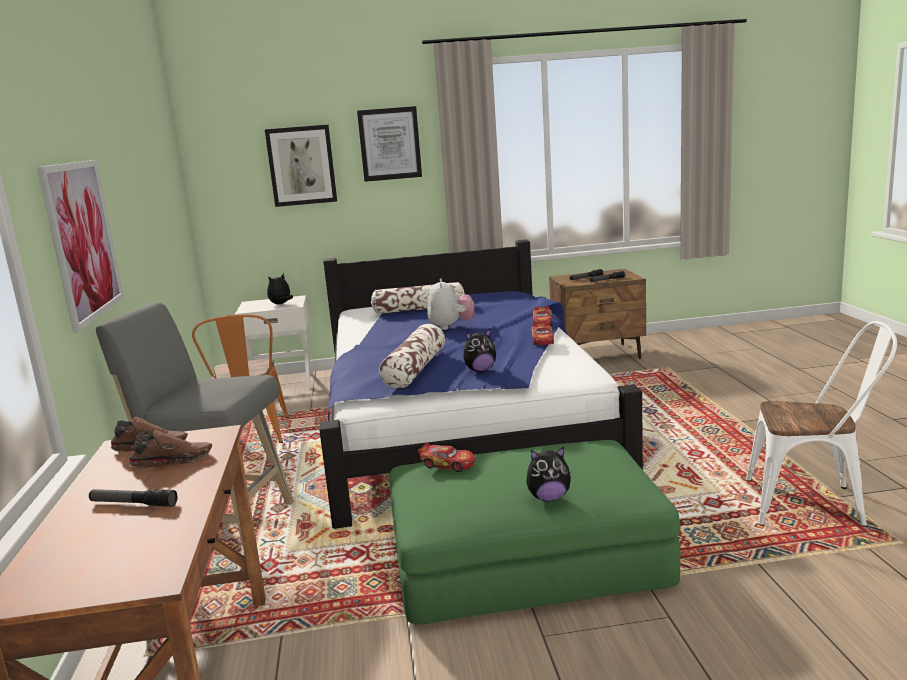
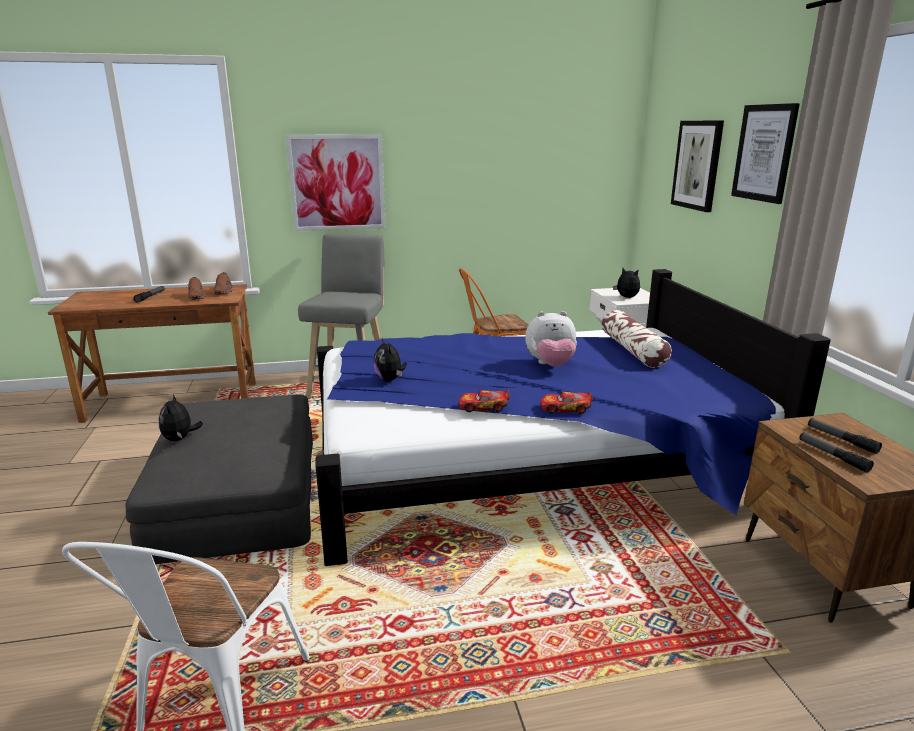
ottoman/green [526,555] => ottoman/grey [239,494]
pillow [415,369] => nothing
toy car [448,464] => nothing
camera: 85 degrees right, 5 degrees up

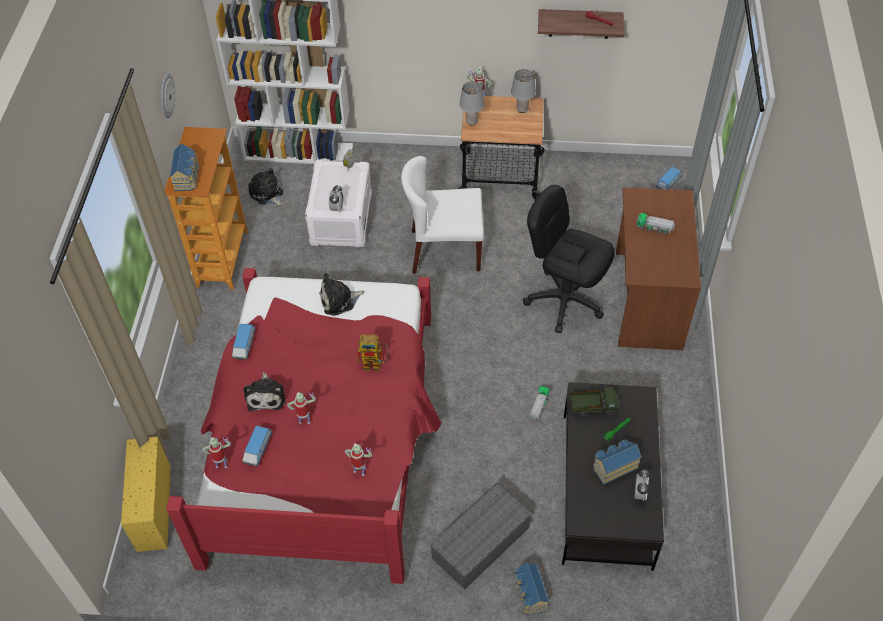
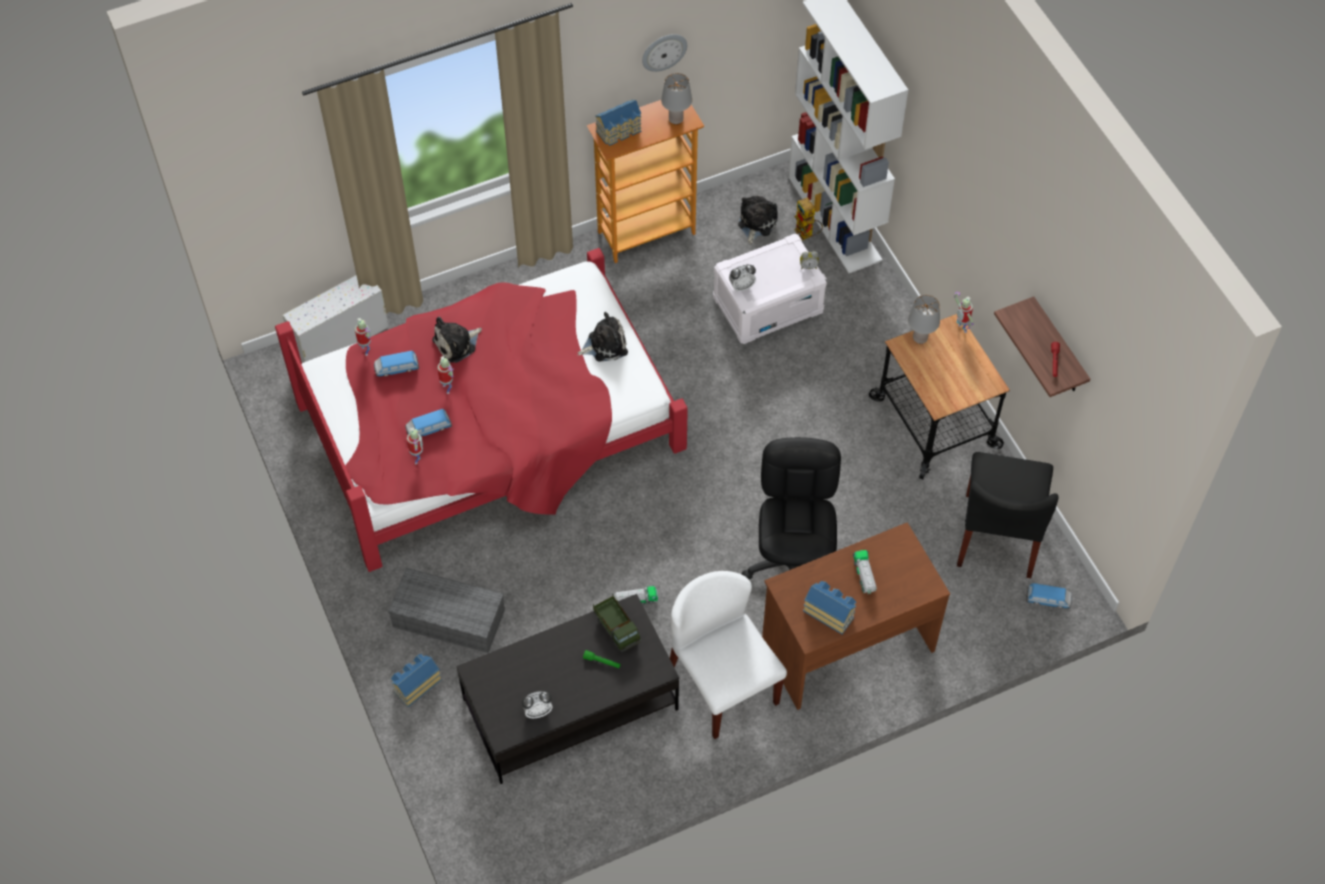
storage box/yellow [154,509] => storage box/white [339,340]
toy car [244,345] => toy car [428,428], shifted
plush toy [339,300] => plush toy [605,345], 120 degrees clockwise
table lamp/grey [521,109] => table lamp/grey [675,119], shifted
chair/white [444,250] => chair/white [722,685], shifted
toy robot [376,364] => toy robot [806,235], shifted
toy house [614,466] => toy house [829,612], shifted
nothing => chair/black [998,536]
camera: 60 degrees right, 5 degrees up

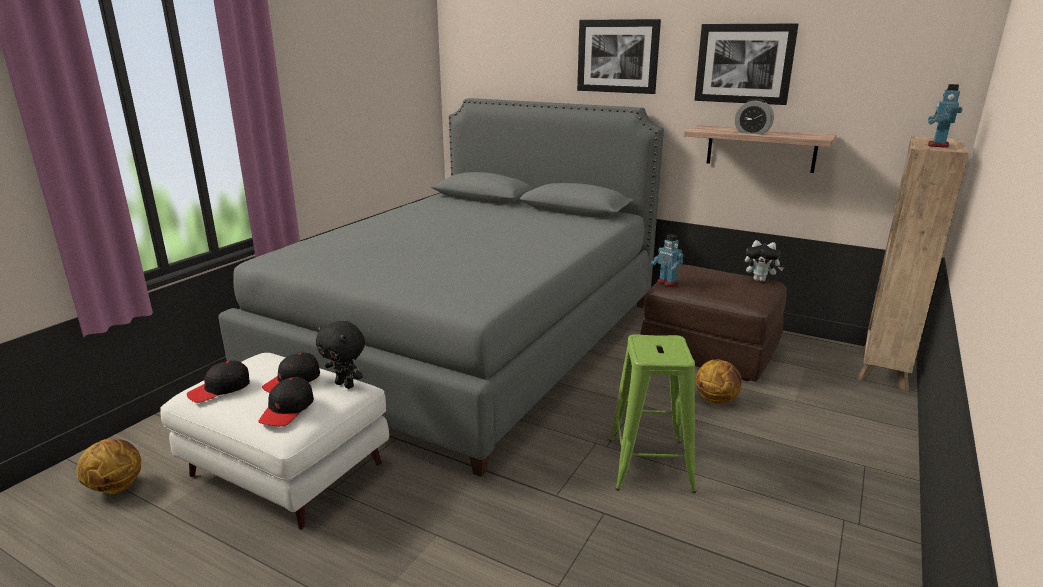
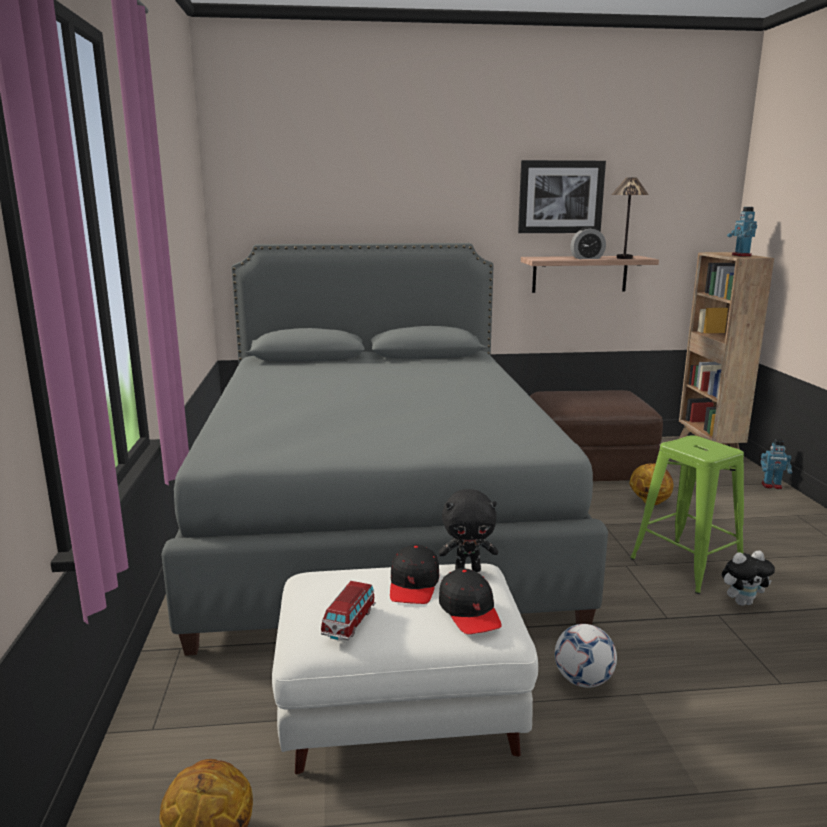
cap/black [220,389] => toy car [349,623]
nothing => football [583,680]
nothing => table lamp [624,258]
plush toy [760,280] => plush toy [742,602], shifted
toy robot [667,283] => toy robot [771,486], shifted
picture [617,56] => nothing
camera: 35 degrees left, 5 degrees down

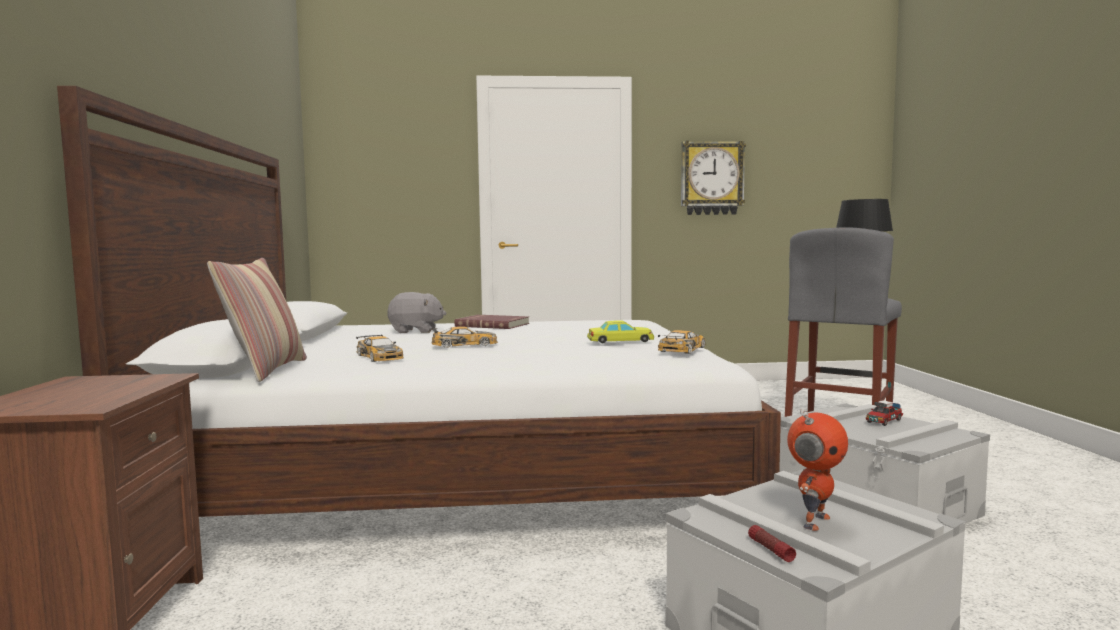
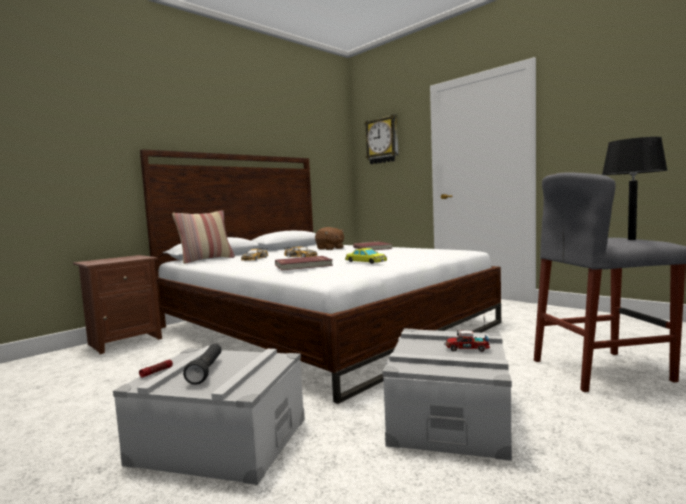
toy robot [814,521] => flashlight/black [206,371]
nothing => book/red [303,265]
plush toy/grey [415,331] => plush toy/brown [330,249]
wall clock [711,178] => wall clock [382,140], shifted
toy car [682,349] => nothing
camera: 50 degrees right, 0 degrees up

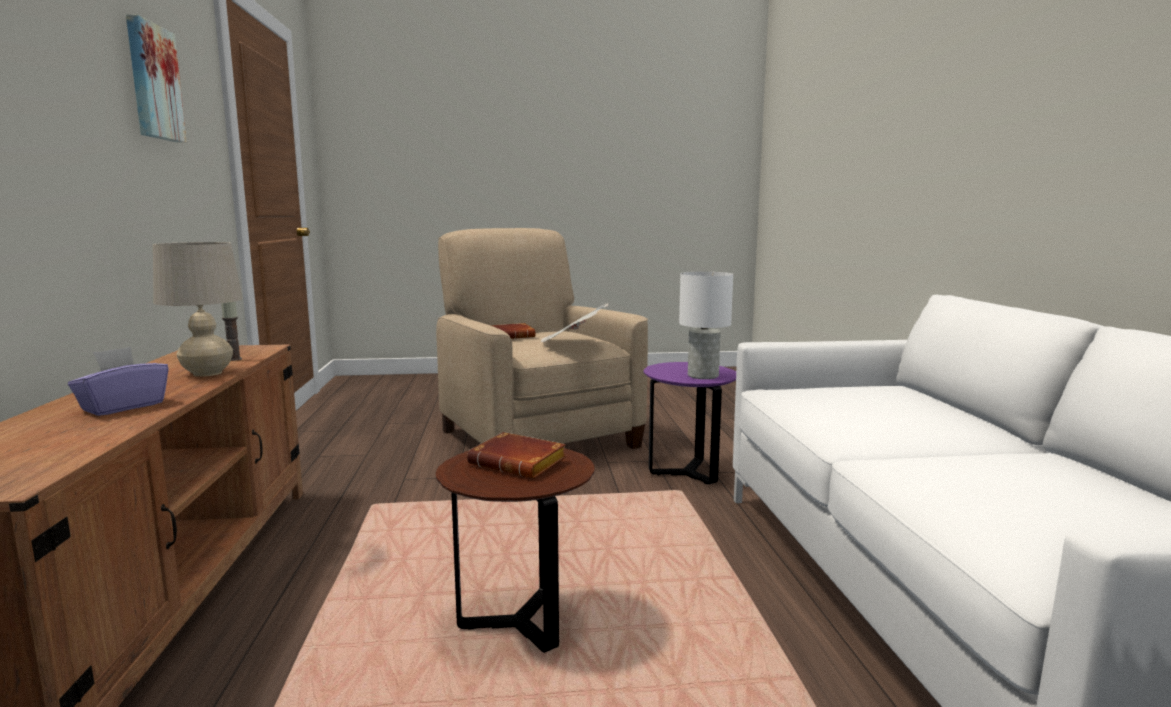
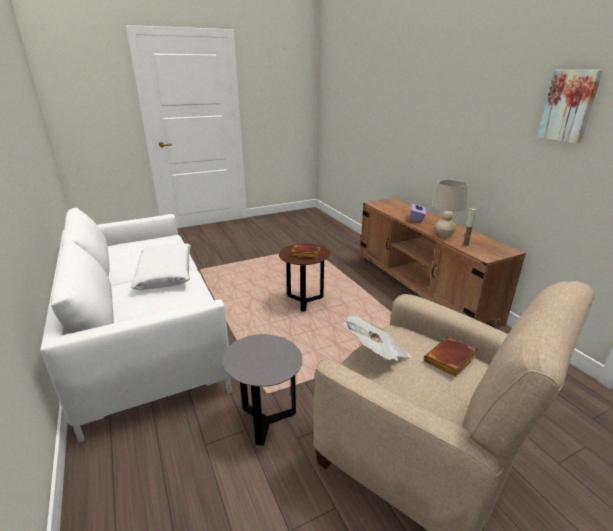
nothing => pillow/white [166,273]
side table/purple [687,473] => side table/grey [266,421]
table lamp/white [702,376] => nothing
camera: 160 degrees right, 15 degrees up

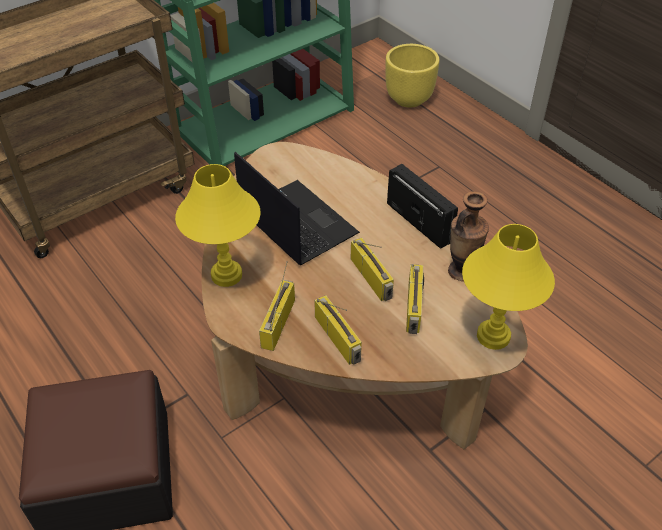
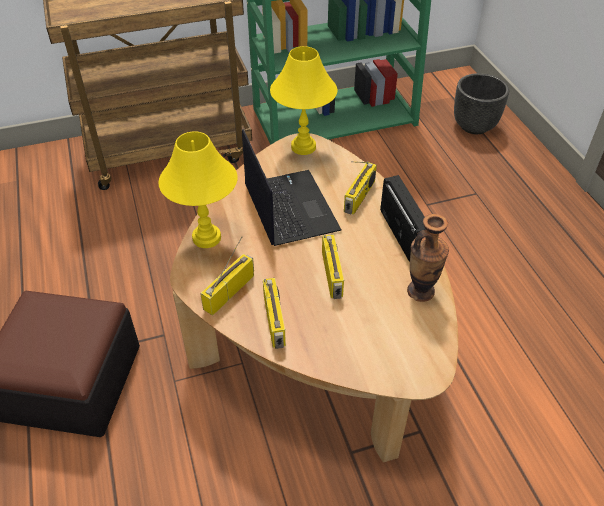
table lamp/yellow [492,336] => table lamp/yellow [303,147], shifted
radio [414,308] => radio [359,197], shifted
planter/yellow [409,99] => planter/black [475,126]
camera: 20 degrees right, 0 degrees up

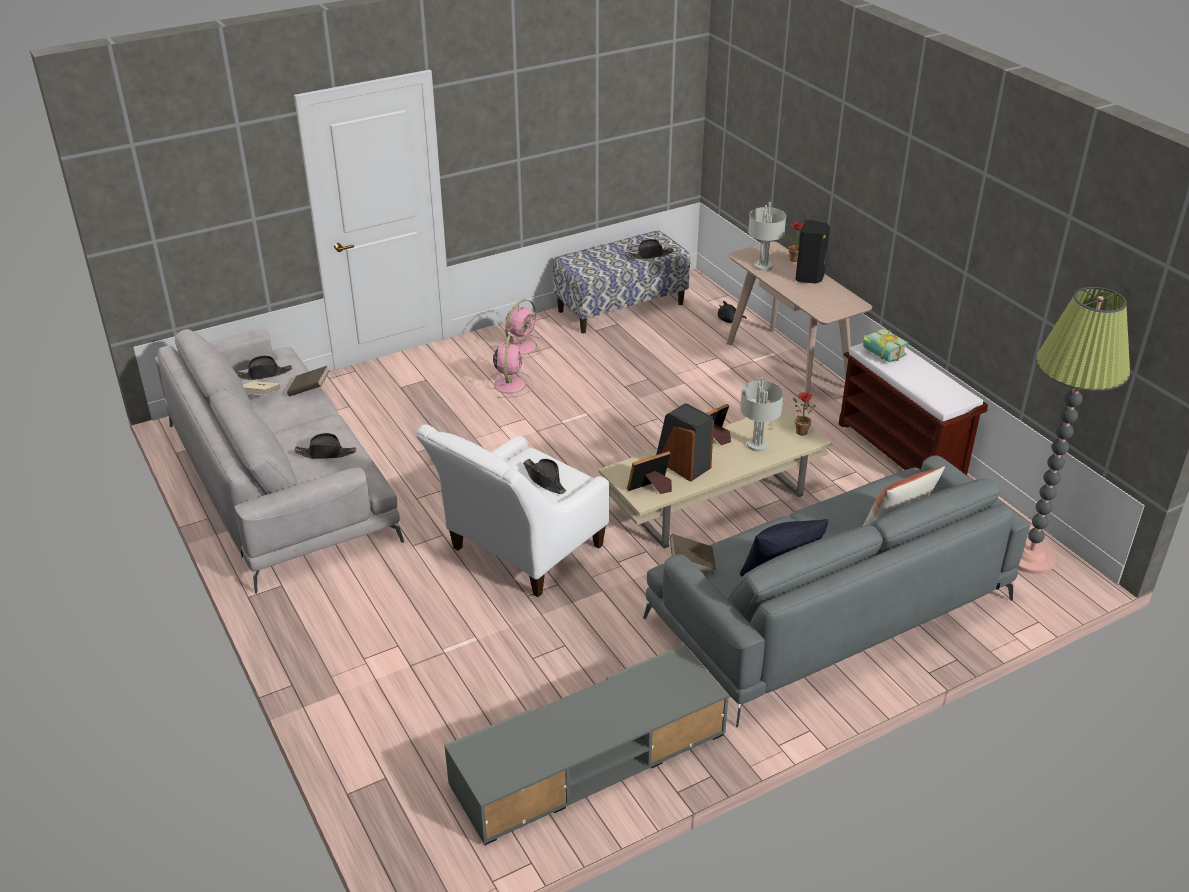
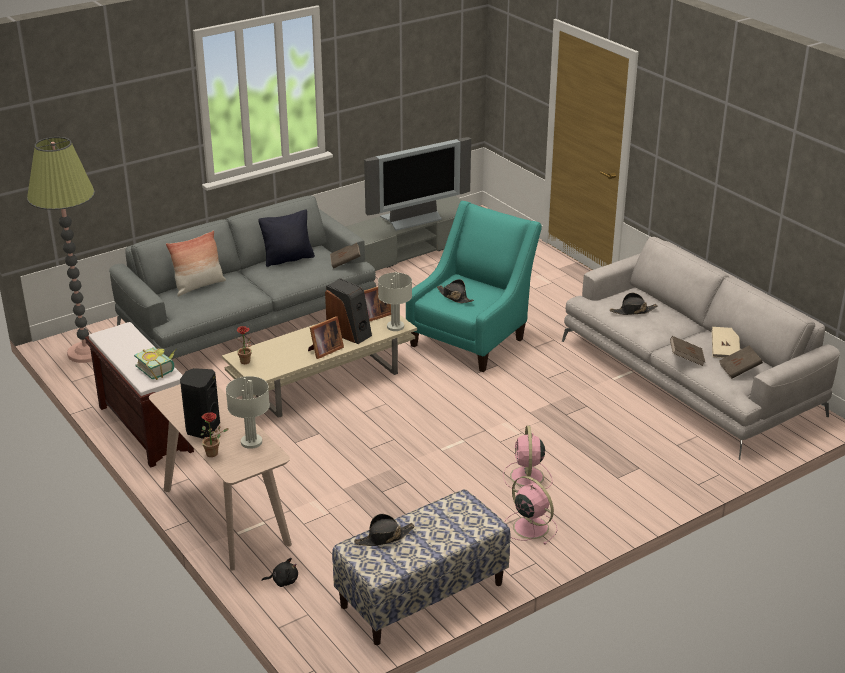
nothing => television [413,219]
table lamp/grey [758,445] => table lamp/grey [395,326], shifted
armchair/white [519,553] => armchair/turquoise [472,339]
fan/pink [522,346] => fan/pink [529,526], 105 degrees clockwise
hat/black [264,374] => book/brown [739,370]
camera: 175 degrees right, 5 degrees down

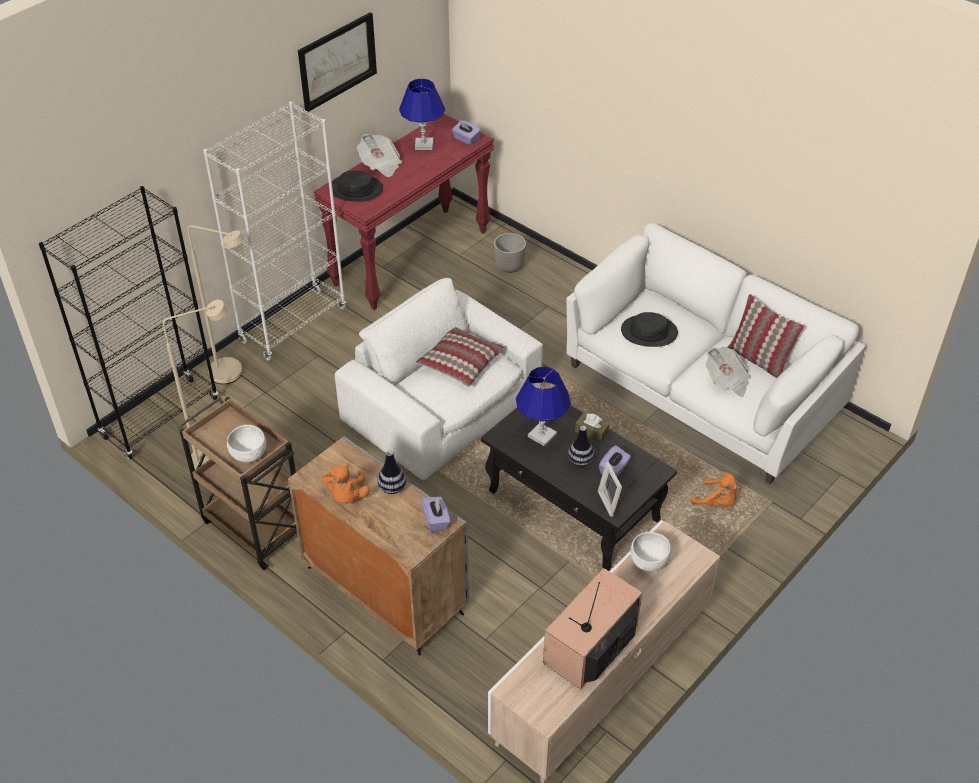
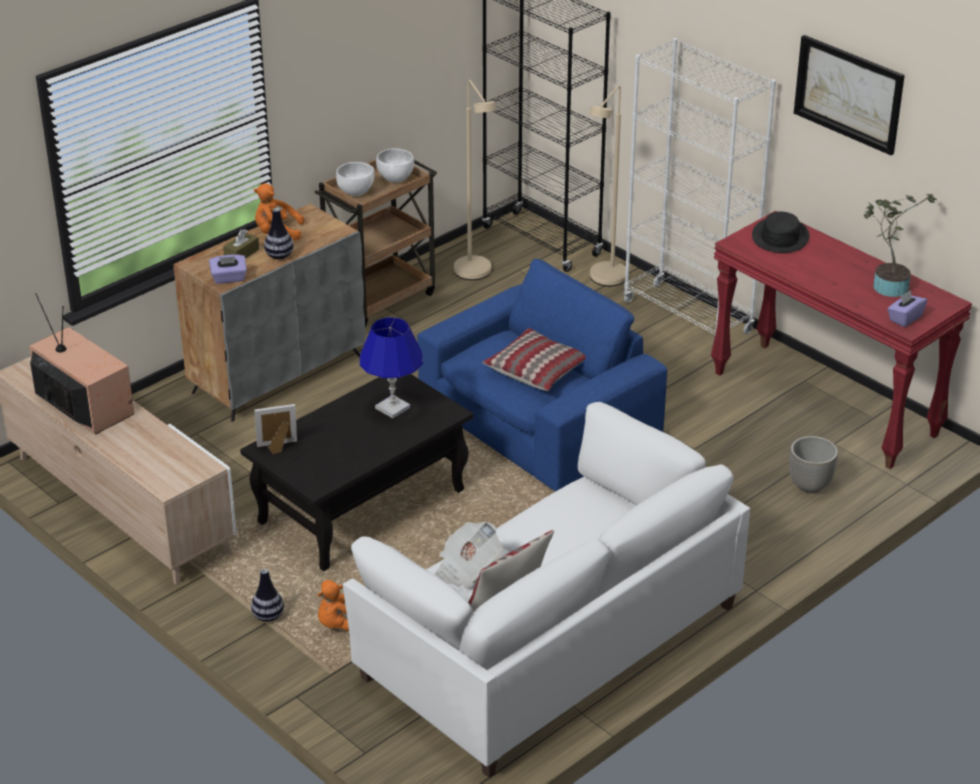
tissue box/brown [591,432] => tissue box/brown [241,254], shifted
vase [580,461] => vase [268,616], shifted
bowl/white [648,562] => bowl/white [396,178], shifted
armchair/white [443,407] => armchair/blue [538,420]
table lamp/blue [423,145] => potted plant [886,285]
newspaper [380,165] => nothing
tissue box/purple [614,470] => nothing
hat/black [649,332] => nothing
camera: 95 degrees right, 10 degrees down

